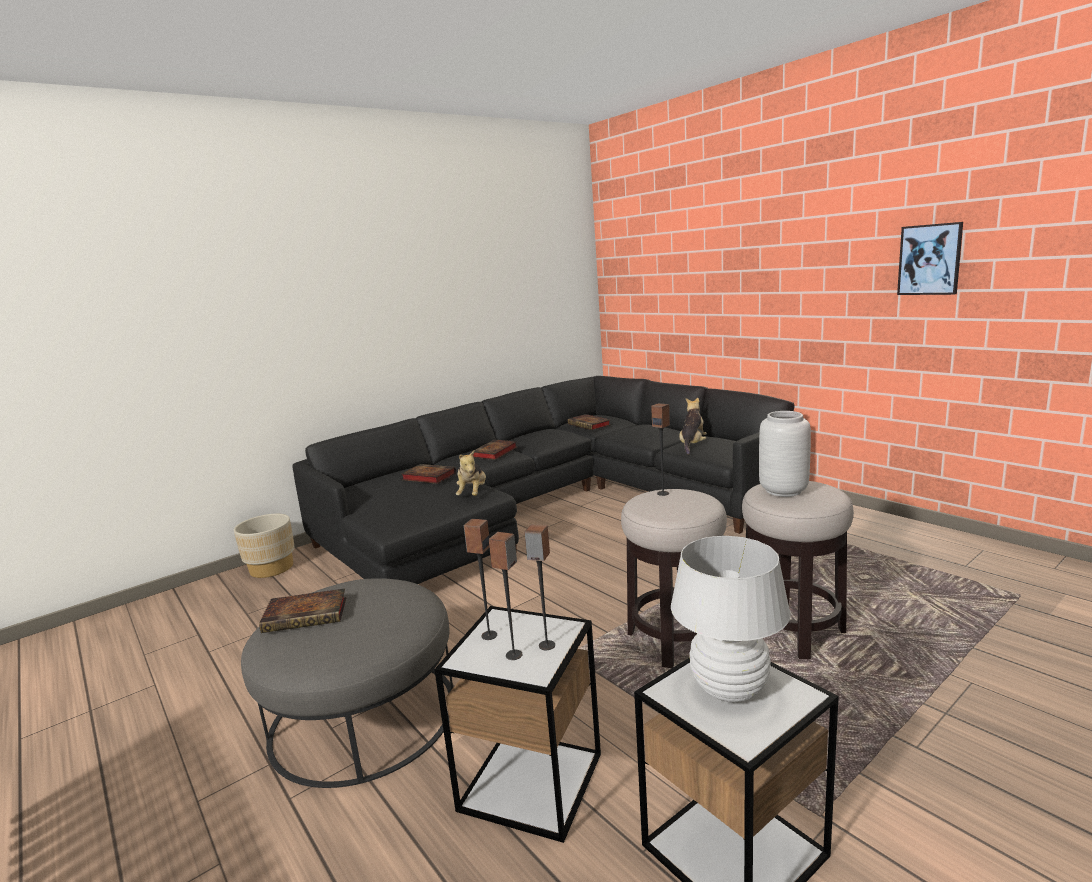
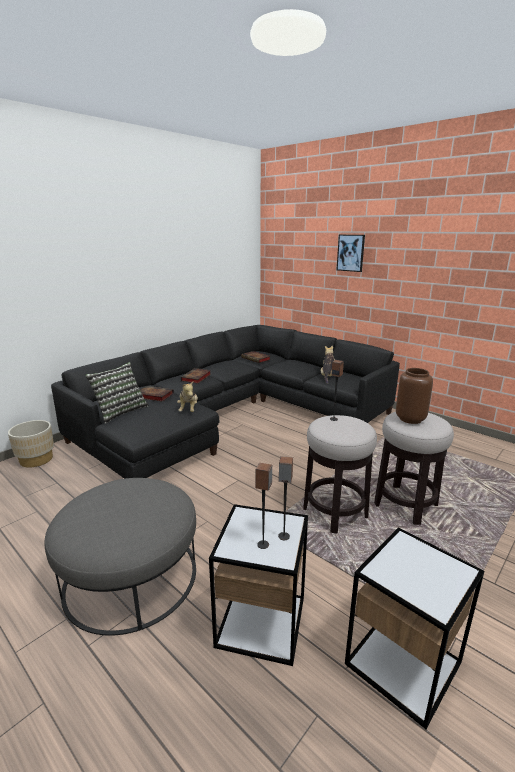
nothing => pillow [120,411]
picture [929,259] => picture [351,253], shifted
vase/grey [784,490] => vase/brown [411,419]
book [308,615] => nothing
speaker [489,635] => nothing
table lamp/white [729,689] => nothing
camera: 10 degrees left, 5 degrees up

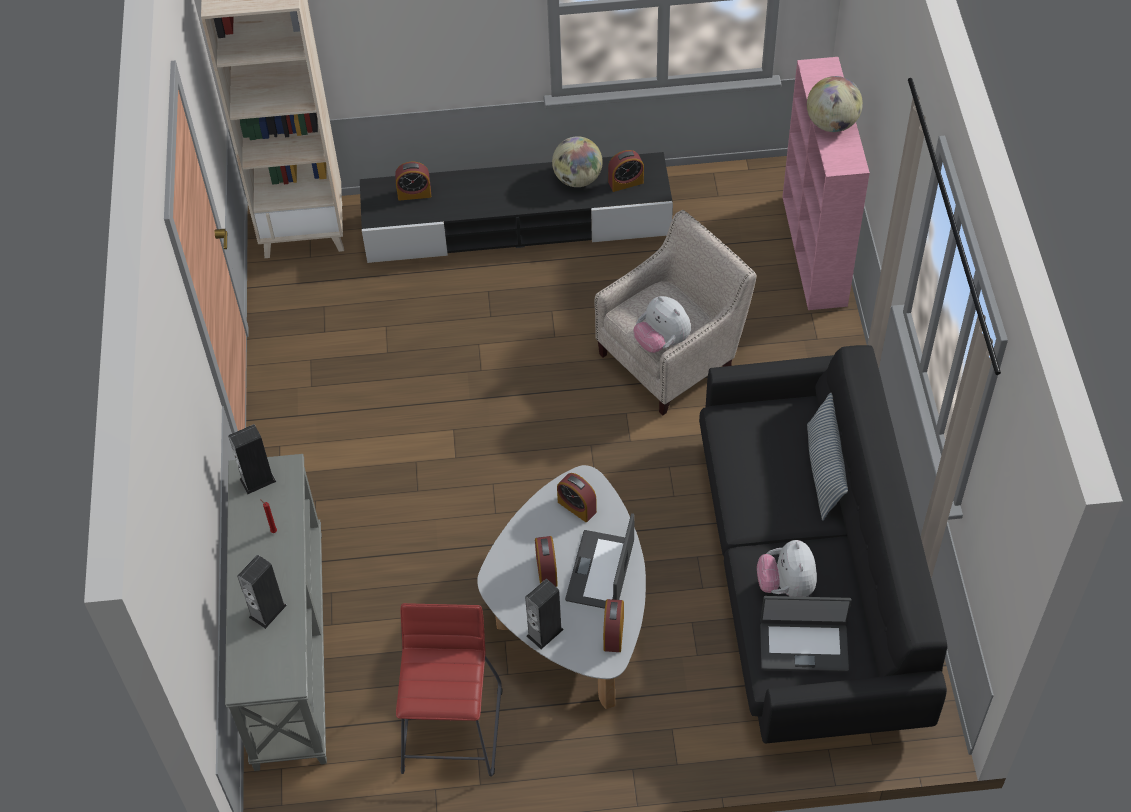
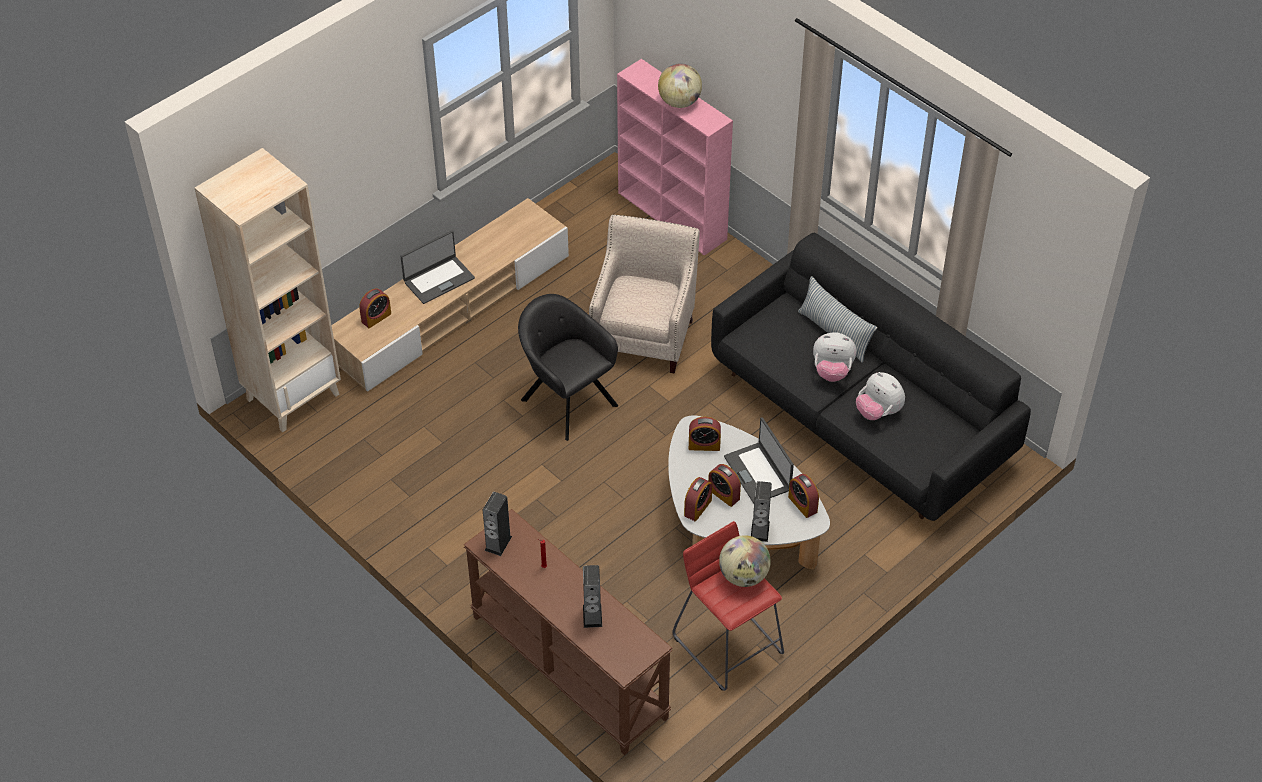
tv stand/black [518,225] => tv stand/beige [452,307]
laptop [803,645] => laptop [438,280], shifted
console table/grey [287,646] => console table/brown [567,667]
nothing => armchair/black [566,400]
alarm clock [626,182] => alarm clock [698,507], shifted
globe [577,179] => globe [743,576], shifted
plush toy [662,341] => plush toy [832,371], shifted
camera: 40 degrees left, 5 degrees down

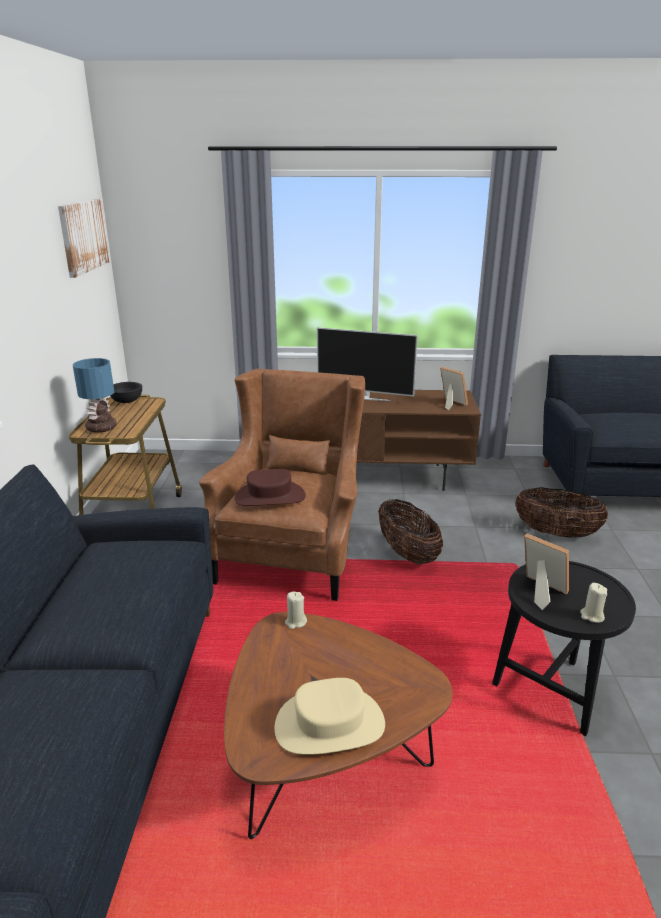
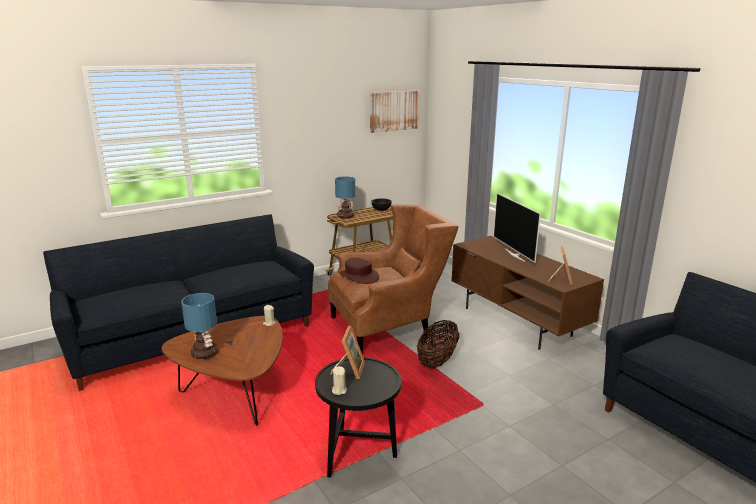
hat/beige [329,725] => table lamp [203,353]
basket [556,533] => nothing
camera: 55 degrees right, 5 degrees down

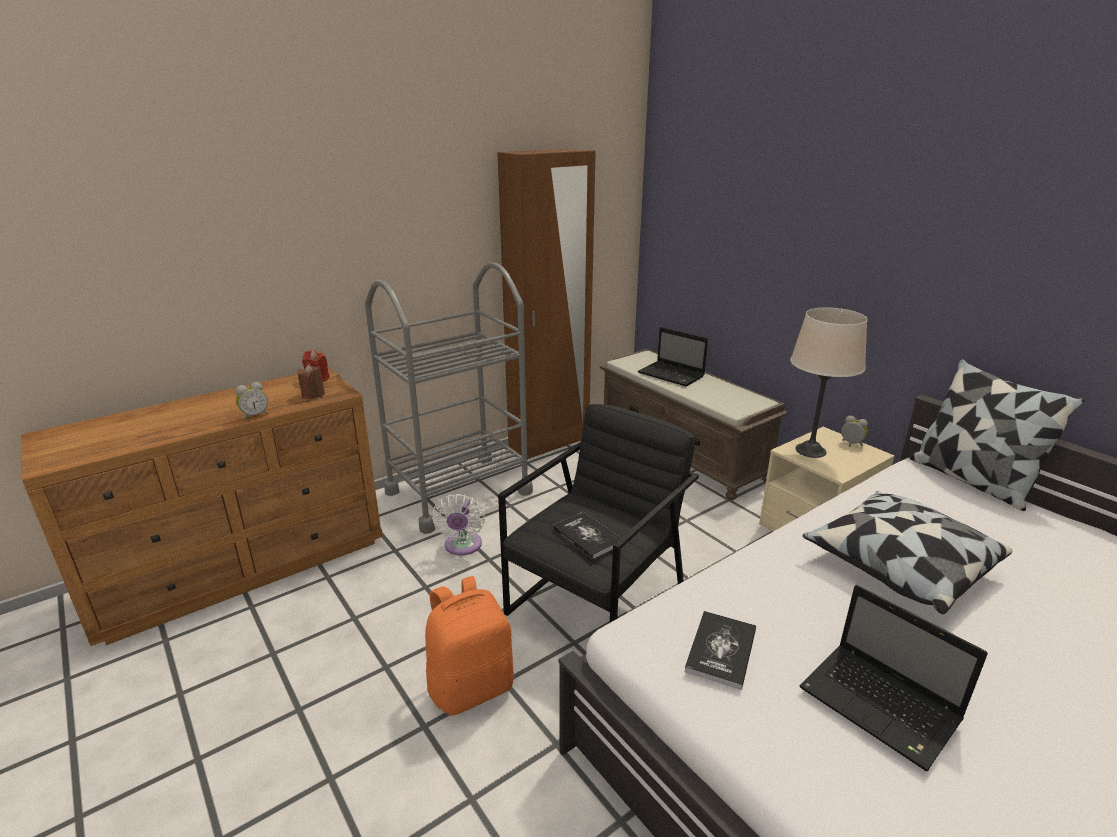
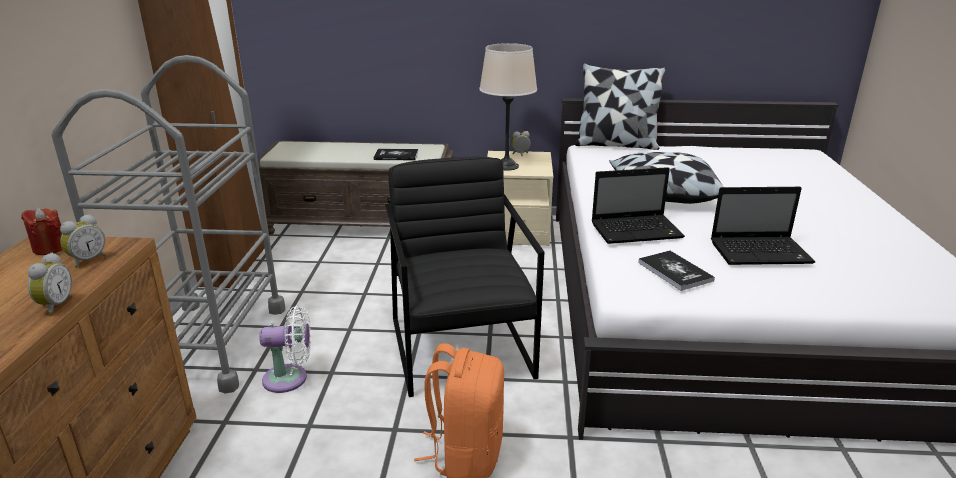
candle/brown [313,395] => alarm clock [87,260]
fan/white [462,546] => fan/white [290,378], 45 degrees counterclockwise
book [587,536] => book [396,155], shifted
laptop [672,375] => laptop [637,230], shifted
camera: 50 degrees left, 0 degrees up

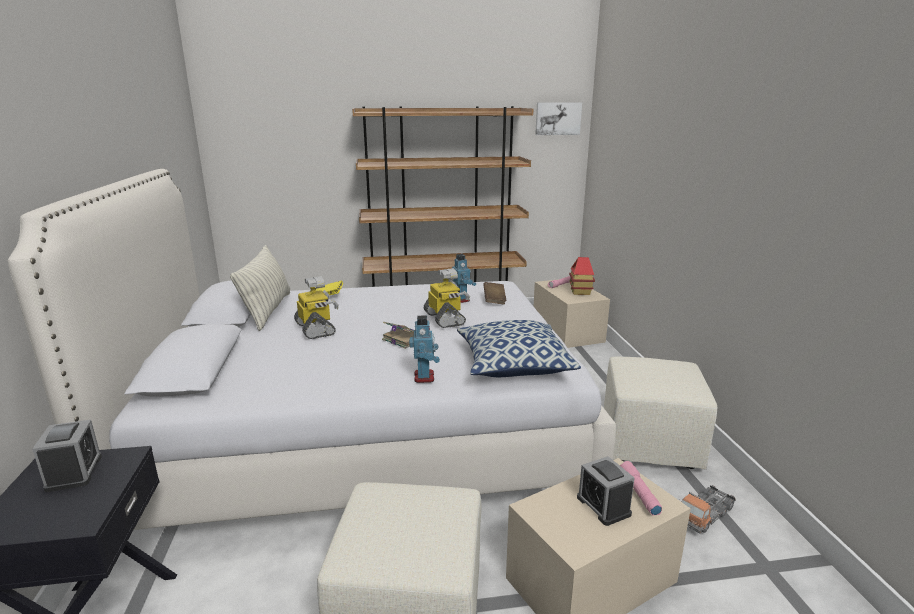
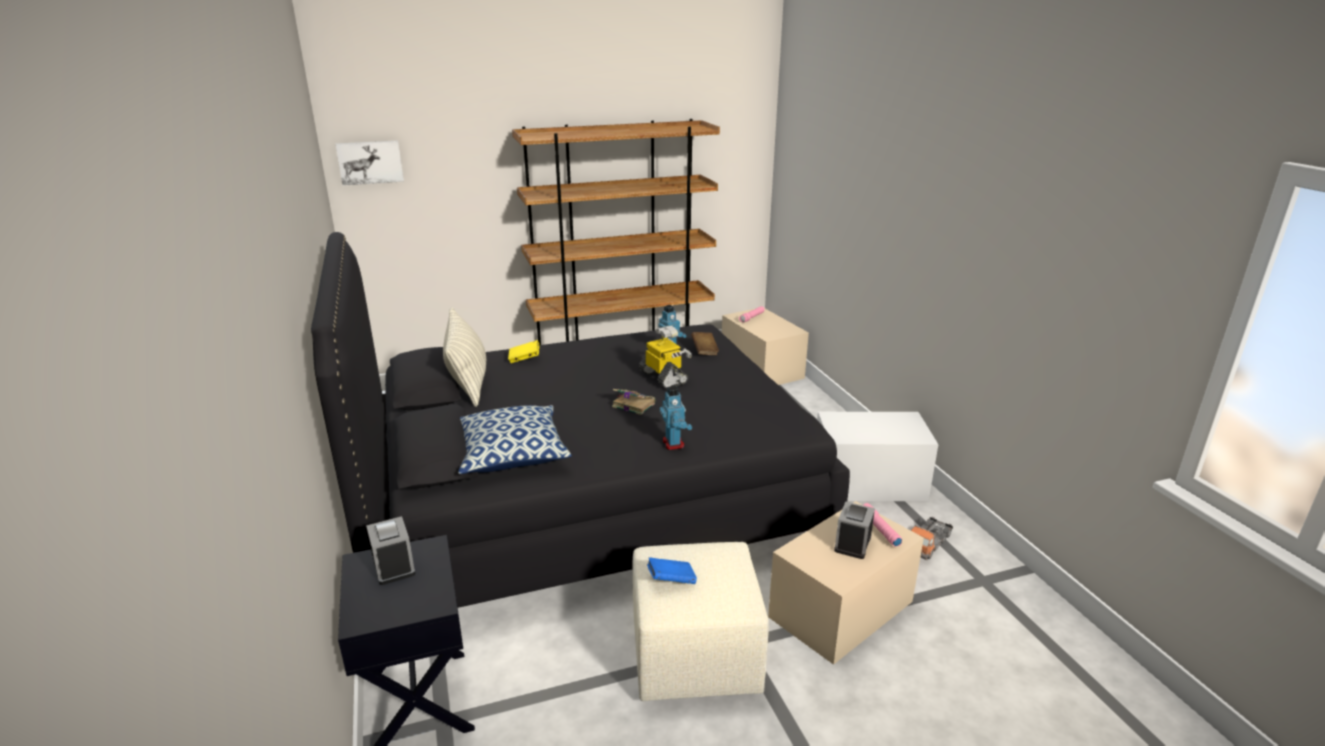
bed/white [365,432] => bed/black [585,500]
picture [557,118] => picture [370,162], shifted
pillow [513,364] => pillow [510,454], shifted
nothing => book/blue [671,580]
ottoman/beige [649,442] => storage box/white [868,482]
alarm clock [603,506] => alarm clock [852,543], 60 degrees clockwise
toy robot [316,329] => nothing
toy house [580,292] => nothing
camera: 10 degrees left, 5 degrees up

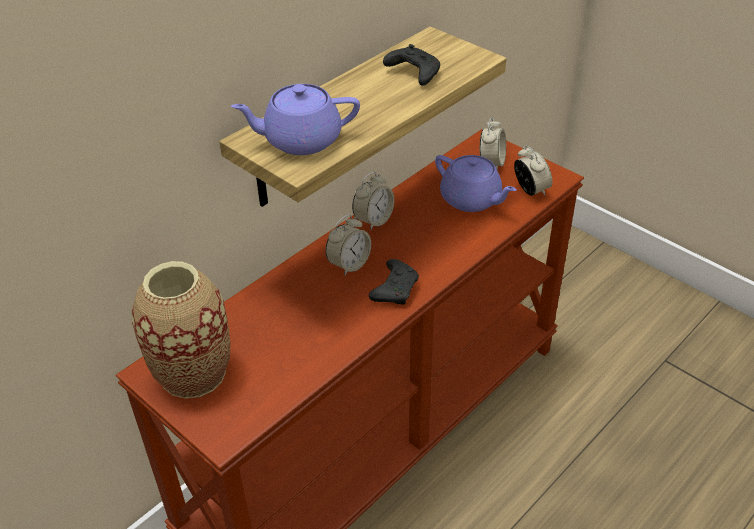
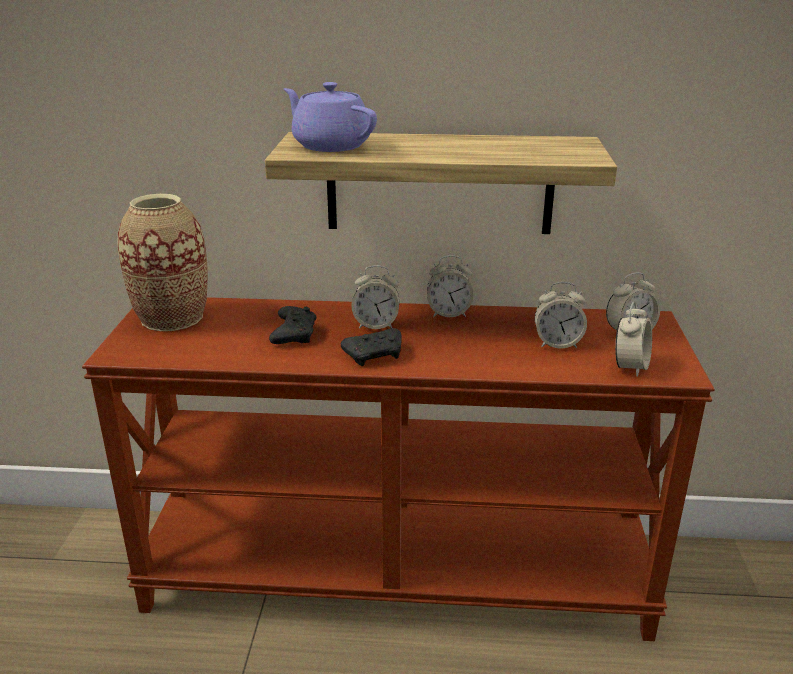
game controller/black [413,73] => game controller/black [294,334], shifted
teapot/purple [472,200] => alarm clock [557,344]
camera: 50 degrees right, 15 degrees down

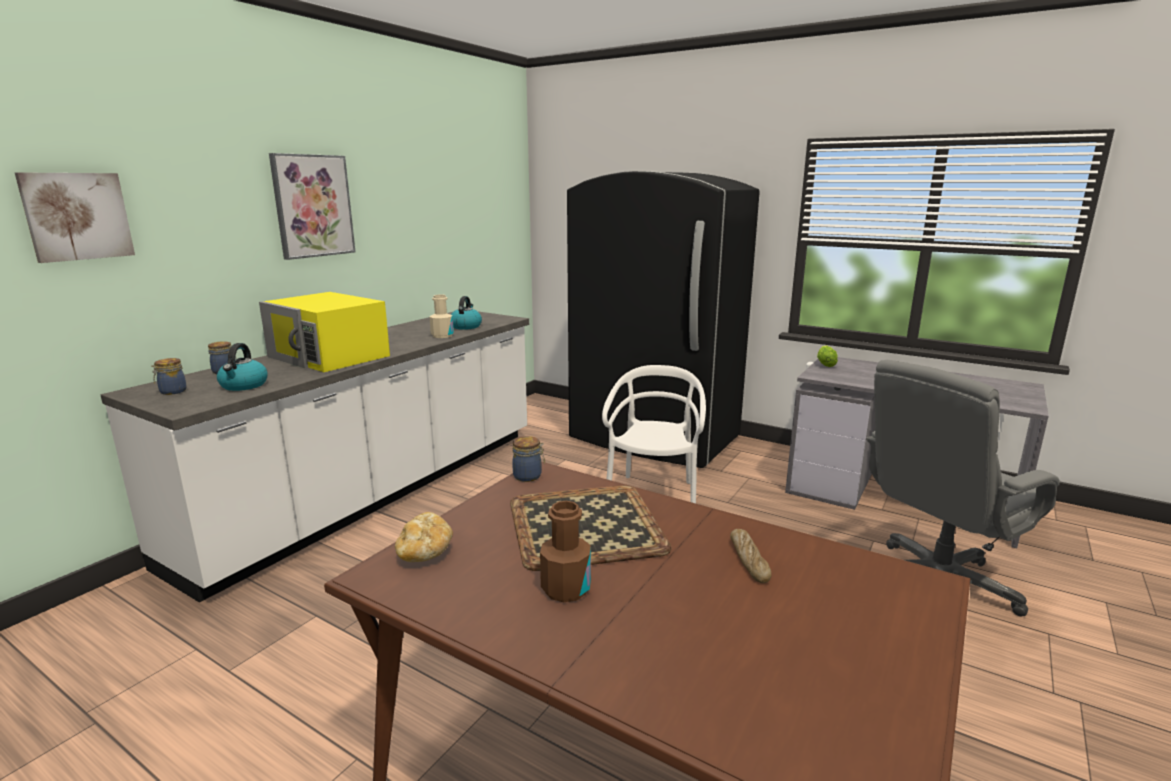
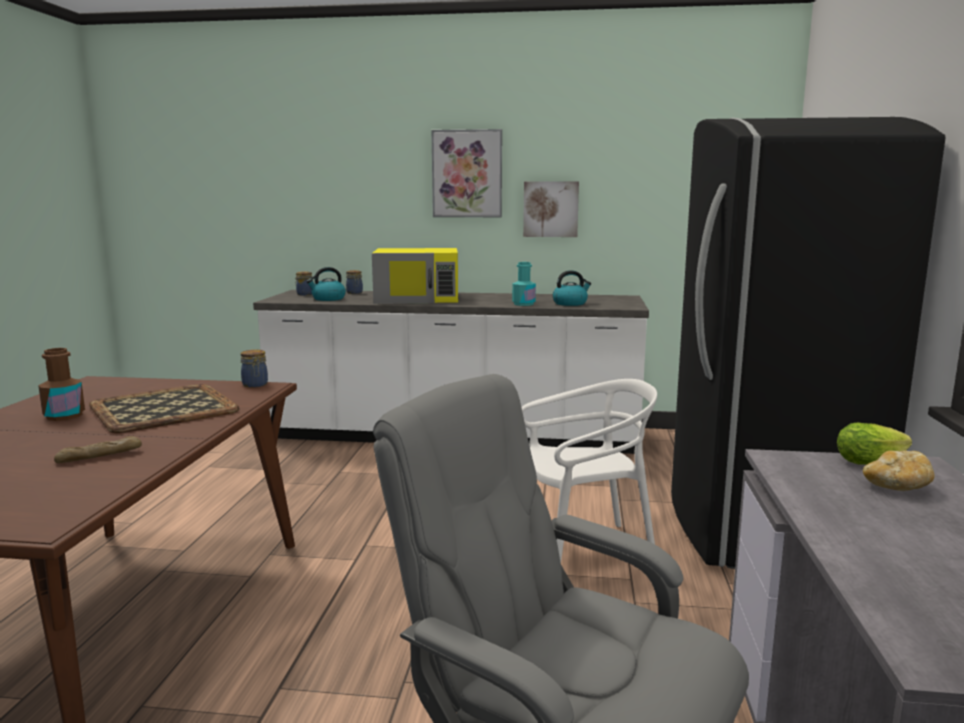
microwave/yellow [329,356] => microwave/yellow [417,298], 105 degrees counterclockwise
bottle/beige [442,336] => bottle/turquoise [523,304]
picture [77,216] => picture [550,209], shifted
bread [425,553] => bread [897,487], shifted
camera: 65 degrees right, 5 degrees down

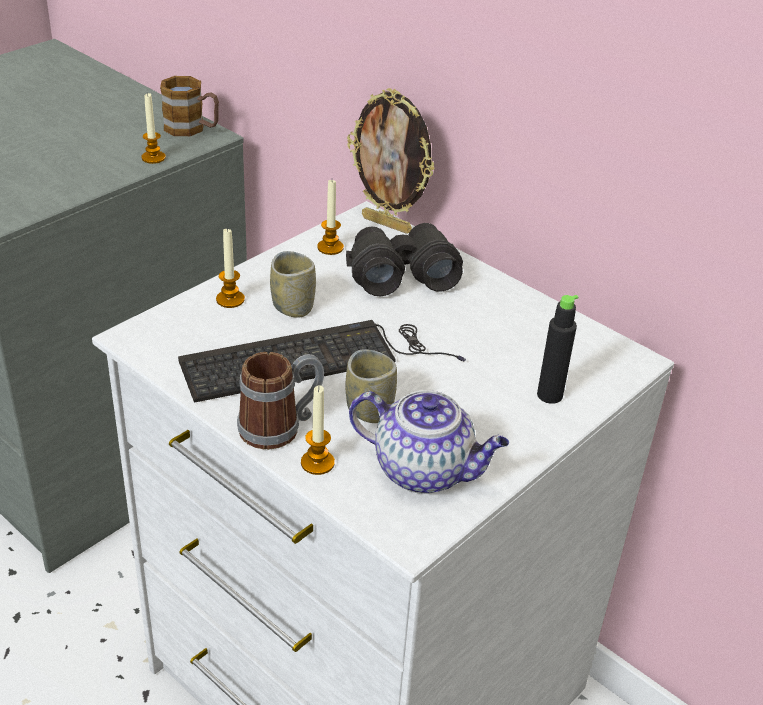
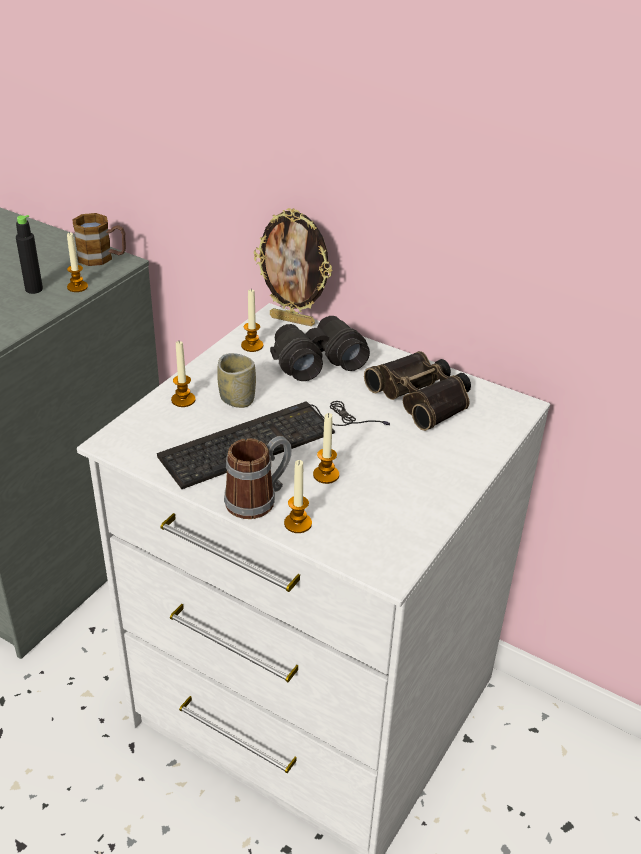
bottle/black [549,395] => bottle/black [34,289], shifted
cup [369,410] => candle [326,475]
nothing => binoculars [423,397]
teapot [425,471] => nothing
camera: 10 degrees left, 0 degrees up

